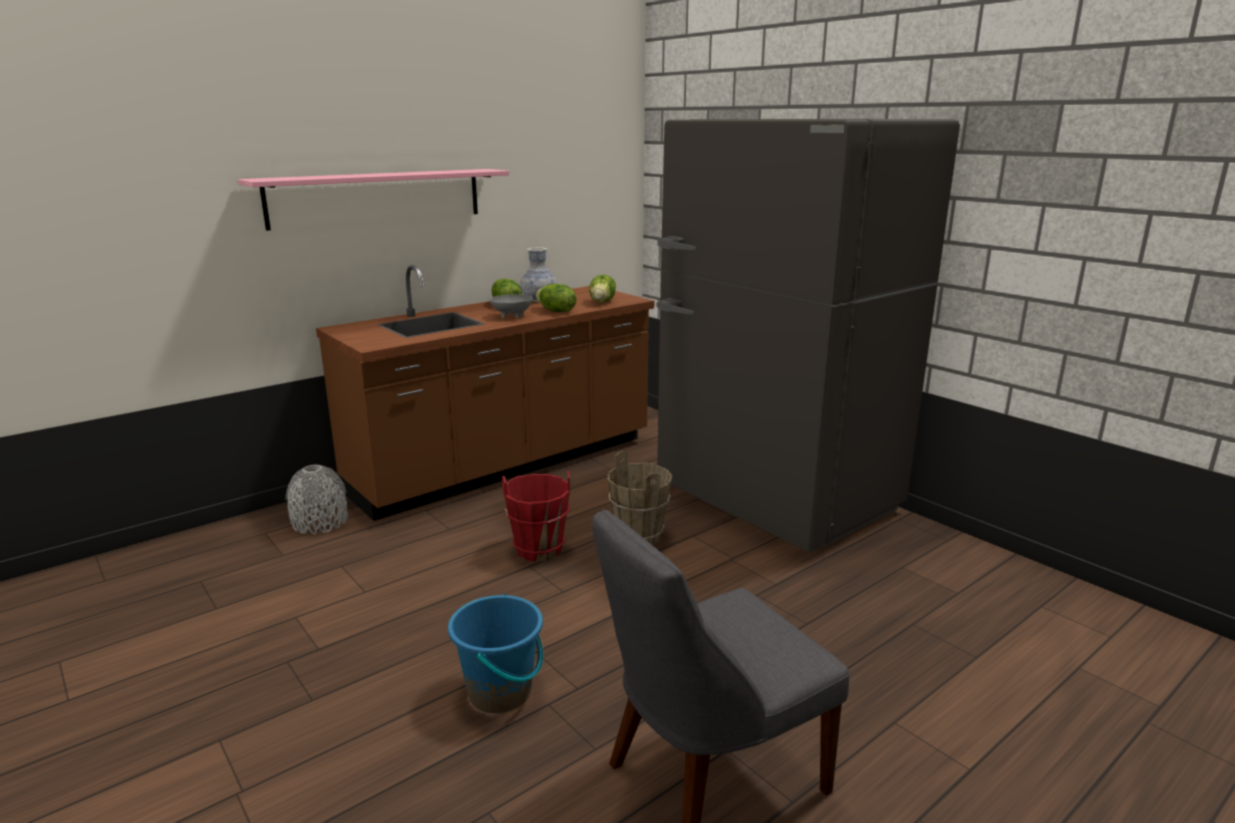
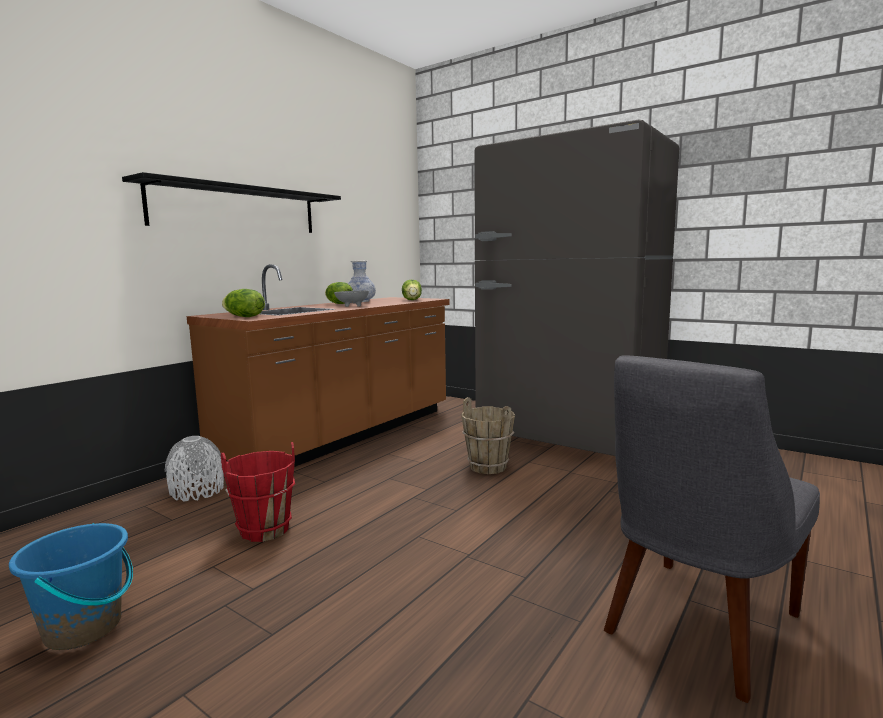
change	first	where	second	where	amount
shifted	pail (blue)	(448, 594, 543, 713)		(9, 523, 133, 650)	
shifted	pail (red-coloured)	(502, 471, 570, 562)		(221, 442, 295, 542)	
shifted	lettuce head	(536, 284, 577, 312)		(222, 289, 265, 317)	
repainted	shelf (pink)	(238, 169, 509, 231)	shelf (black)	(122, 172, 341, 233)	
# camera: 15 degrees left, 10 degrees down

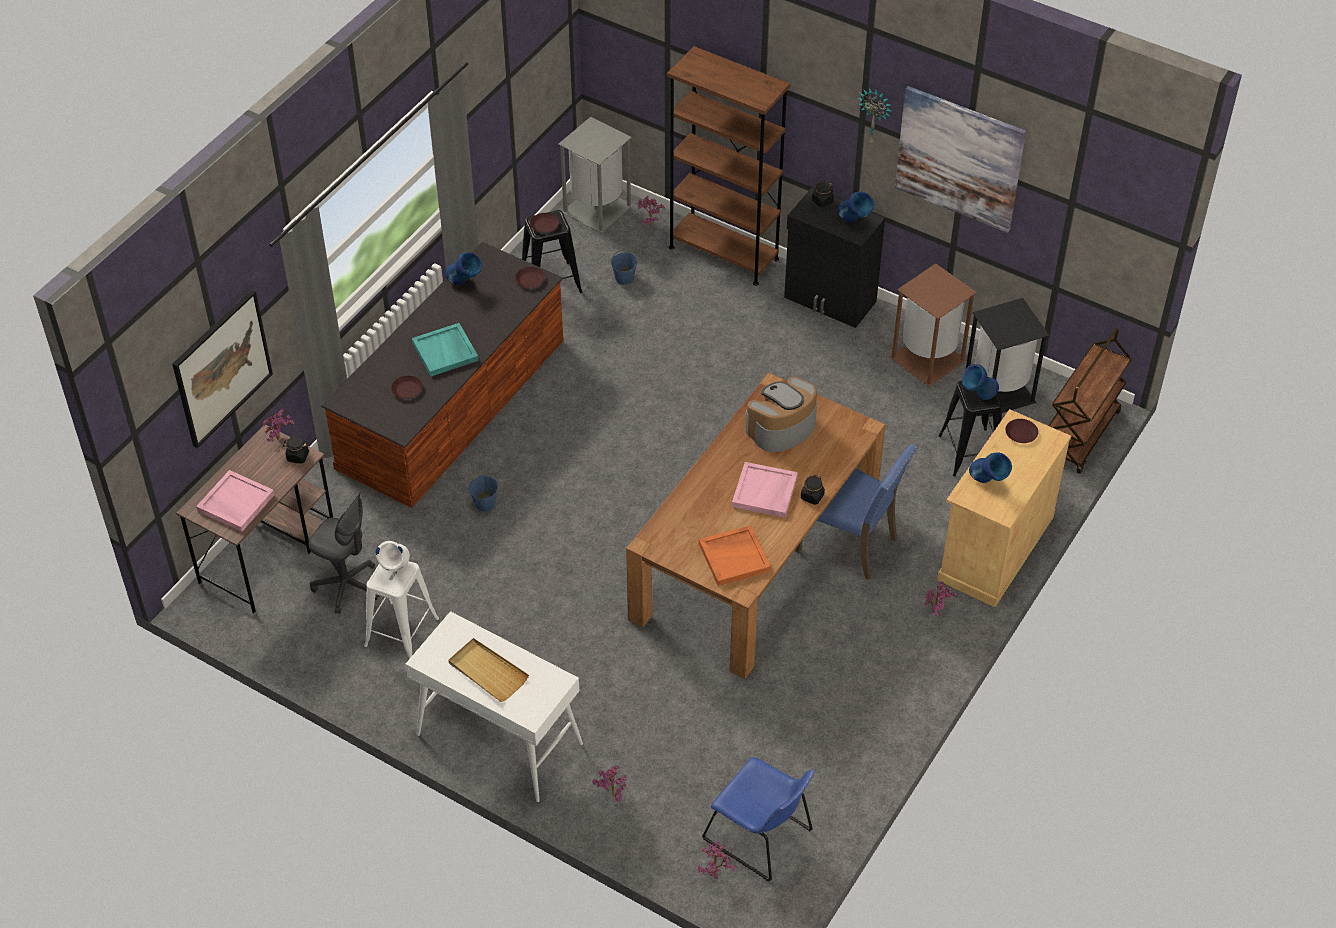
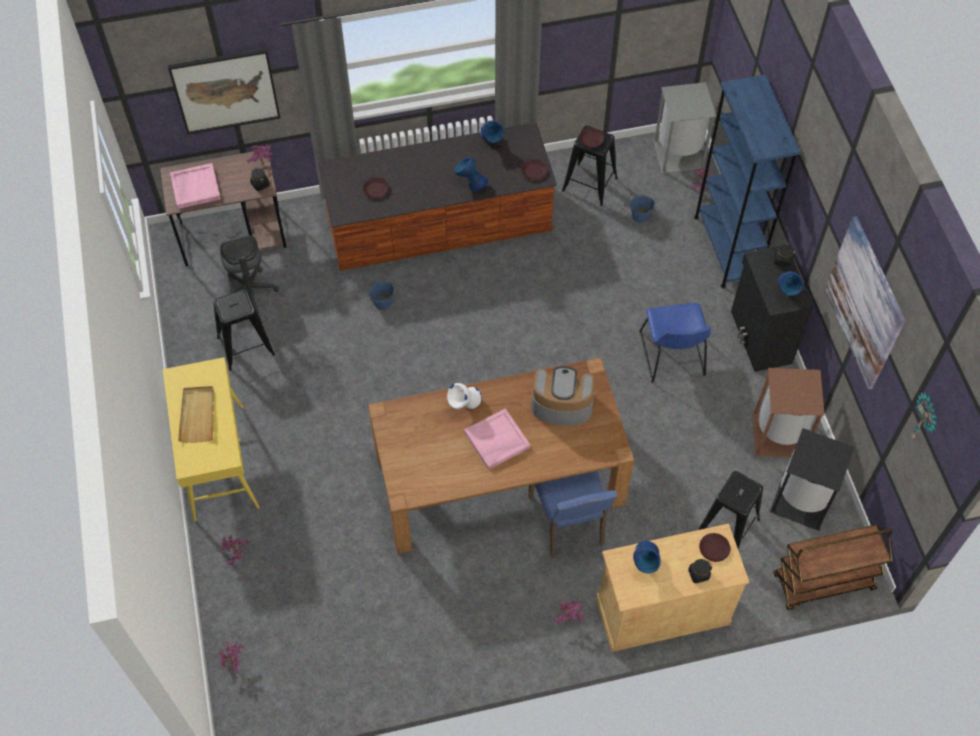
change	first	where	second	where	amount
gone	serving tray (turquoise)	(412, 323, 479, 376)			
gone	serving tray (orange)	(699, 525, 771, 586)			
shifted	vase (white)	(375, 541, 410, 571)		(447, 383, 482, 409)	
shifted	chair (blue)	(702, 757, 814, 882)		(640, 303, 711, 383)	
shifted	storage jar (black)	(801, 475, 825, 505)		(688, 559, 712, 583)	
shifted	wall clock	(858, 88, 893, 144)		(911, 392, 937, 438)	
shifted	vase (blue)	(962, 364, 999, 400)		(454, 157, 488, 191)	
repainted	stool (white)	(364, 561, 439, 659)	stool (black)	(213, 289, 275, 371)	
repainted	hall table (white)	(405, 611, 583, 802)	hall table (yellowish)	(163, 357, 260, 522)	
repainted	bookshelf (brownish)	(667, 46, 790, 286)	bookshelf (blue)	(694, 74, 801, 288)	
# camera: 45 degrees right, 10 degrees up

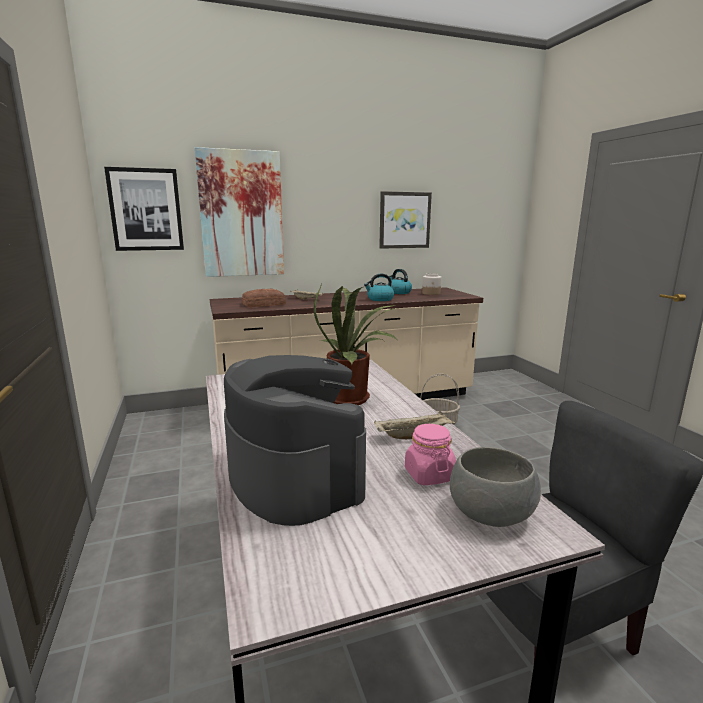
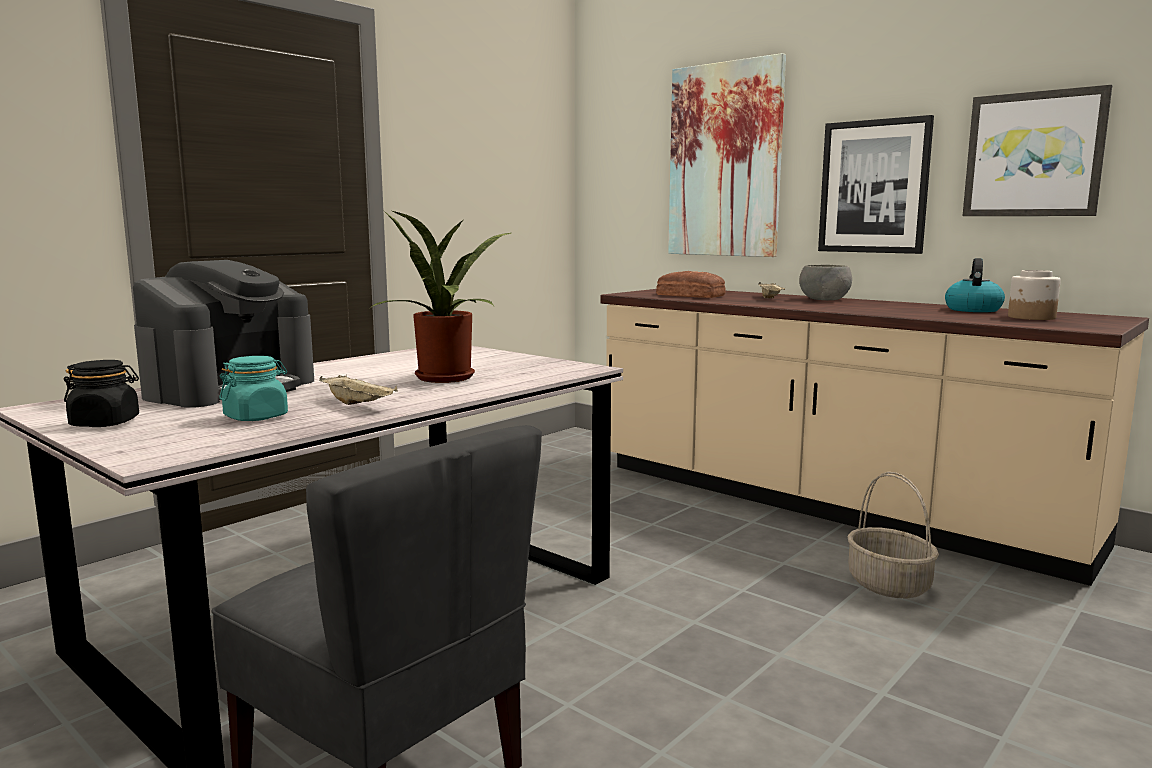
change	first	where	second	where	amount
gone	tea kettle	(364, 274, 394, 301)			
new			storage jar (black)	(64, 360, 139, 427)	
shifted	wall picture	(104, 167, 184, 251)		(818, 115, 934, 254)	
shifted	serving bowl (greyish)	(450, 447, 541, 527)		(799, 265, 852, 300)	
repainted	storage jar (pink)	(405, 424, 456, 485)	storage jar (turquoise)	(219, 356, 288, 421)	
# camera: 60 degrees right, 5 degrees down

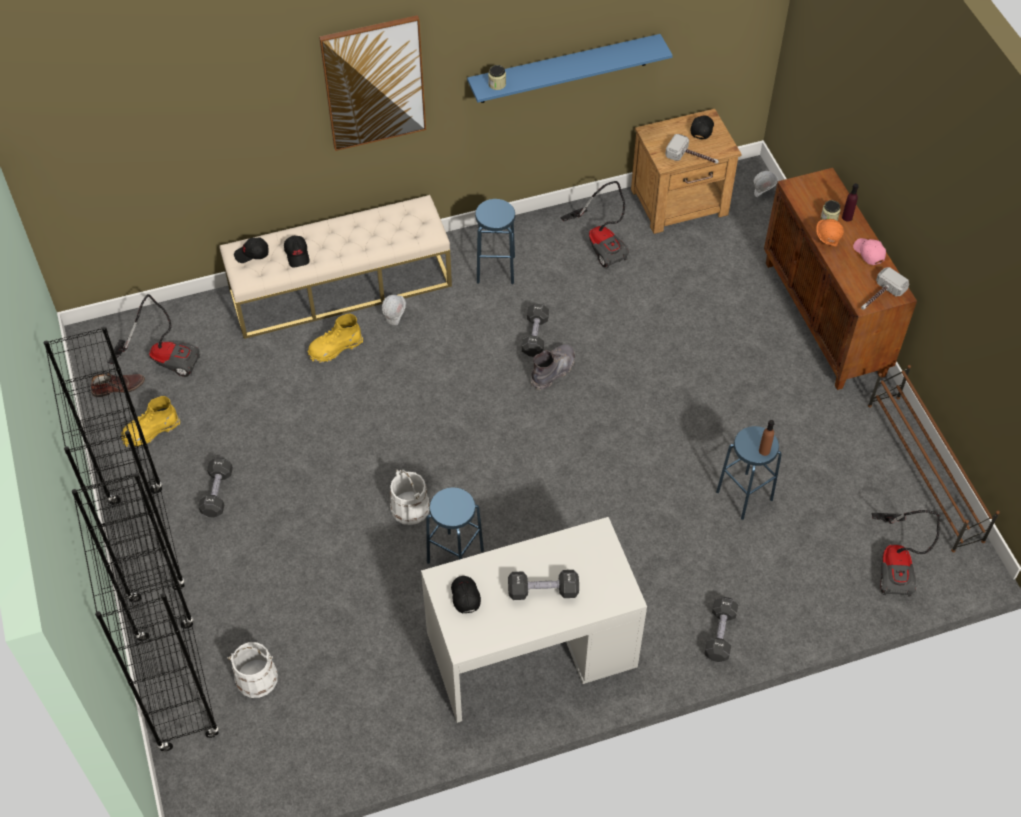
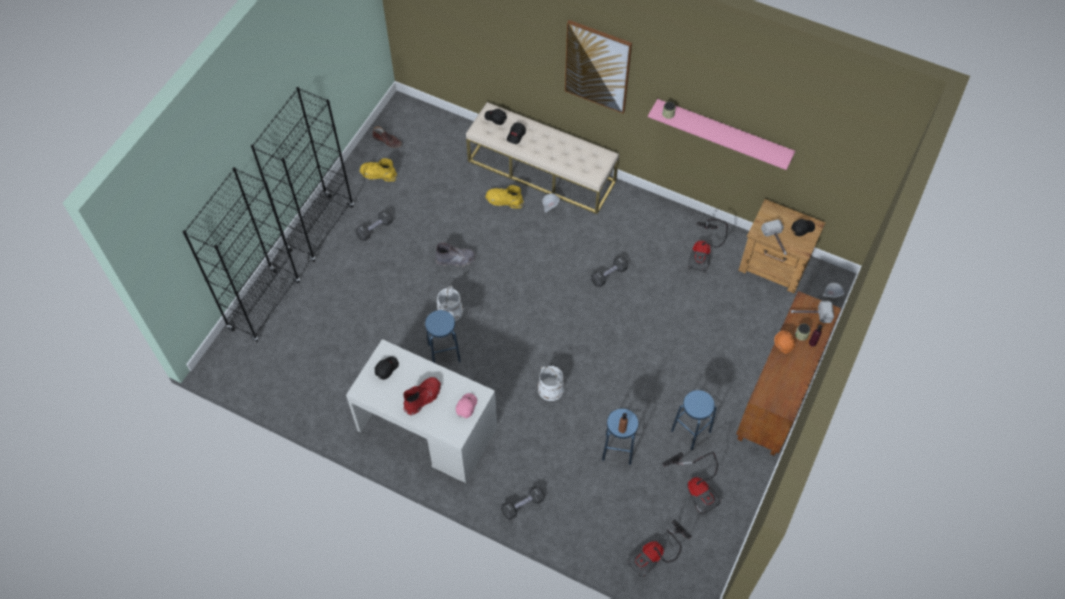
change	first	where	second	where	amount
gone	shoe shelf (brownish)	(868, 365, 1000, 552)			
shifted	vacuum	(108, 294, 200, 377)		(662, 452, 721, 514)	
shifted	pail (white)	(227, 642, 278, 698)		(538, 366, 564, 401)	
shifted	stool (blue)	(475, 199, 515, 284)		(671, 390, 717, 450)	
shifted	high-top boot (greyish)	(530, 344, 575, 391)		(436, 242, 476, 267)	
shifted	cap (pink)	(853, 238, 886, 265)		(456, 393, 477, 418)	
shifted	hammer	(861, 267, 909, 310)		(791, 301, 834, 323)	
swapped	free weight (black)	(508, 570, 579, 600)	high-top boot (red-coloured)	(403, 377, 441, 415)	
repainted	shelf (blue)	(467, 34, 673, 103)	shelf (pink)	(648, 99, 795, 170)	
# camera: 45 degrees right, 5 degrees up

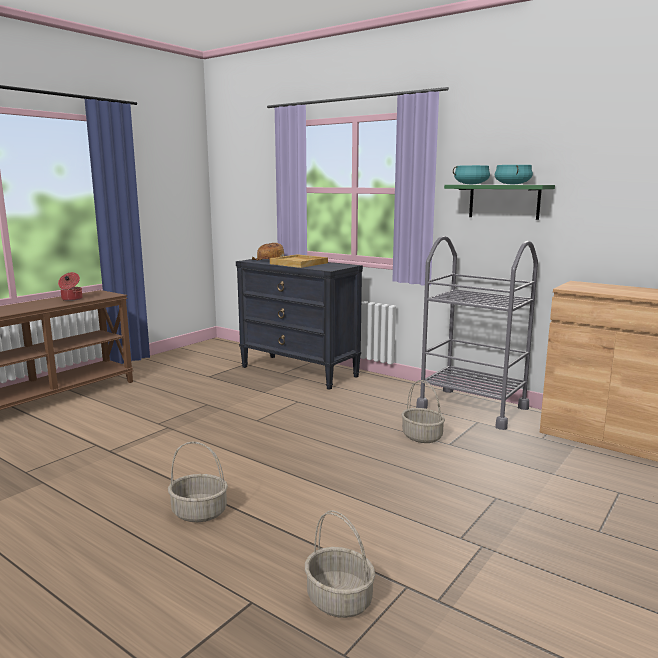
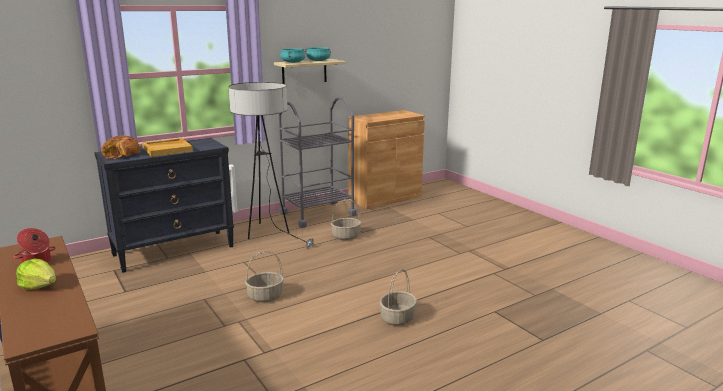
change	first	where	second	where	amount
new			lettuce head	(16, 258, 56, 290)	
new			standing lamp	(228, 82, 314, 248)	
shifted	household basket	(305, 510, 376, 618)		(245, 251, 284, 302)	
repainted	shelf (green)	(444, 185, 555, 220)	shelf (beige)	(274, 59, 346, 84)	
# camera: 70 degrees left, 5 degrees up

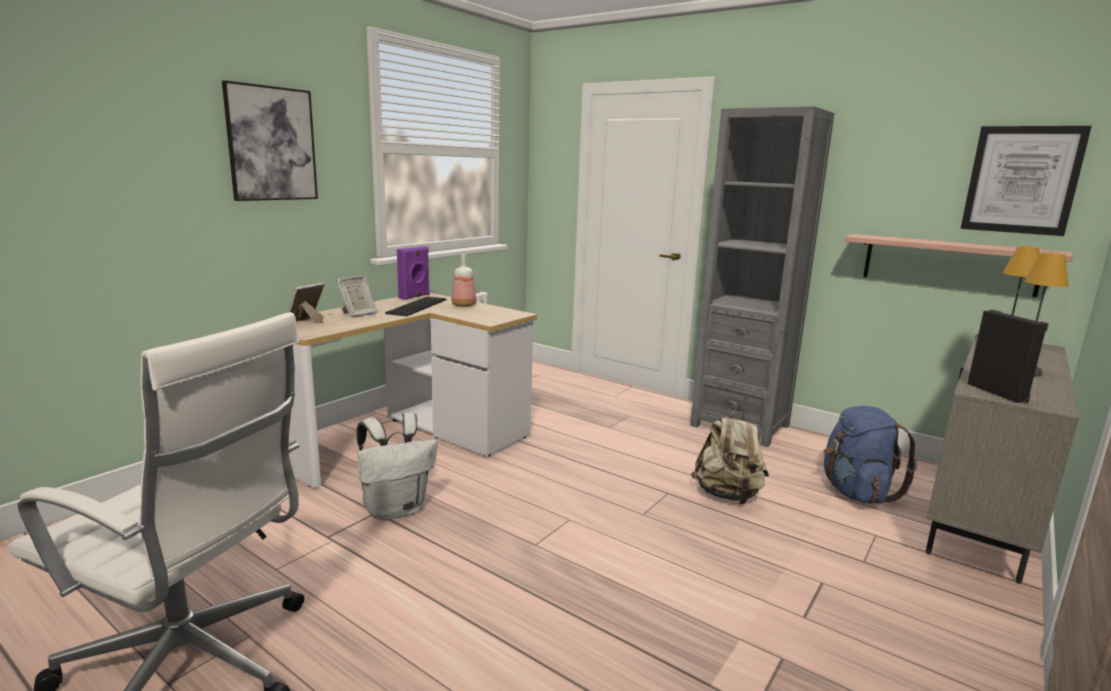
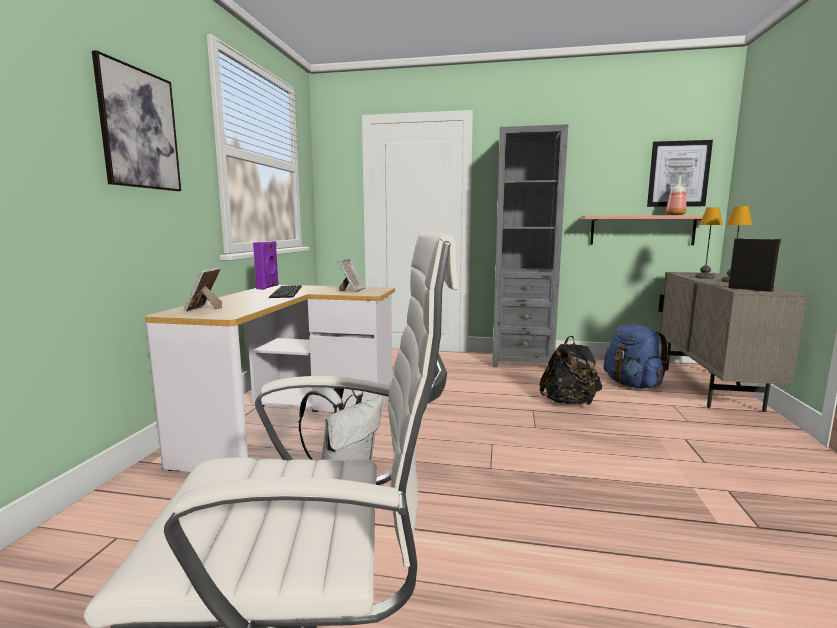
change	first	where	second	where	amount
shifted	standing frame	(336, 276, 377, 318)		(338, 258, 366, 292)	
shifted	drink bottle	(451, 254, 476, 307)		(666, 176, 687, 215)	
repainted	rucksack (beige)	(691, 409, 769, 504)	rucksack (black)	(539, 336, 602, 405)	
# camera: 25 degrees left, 5 degrees down

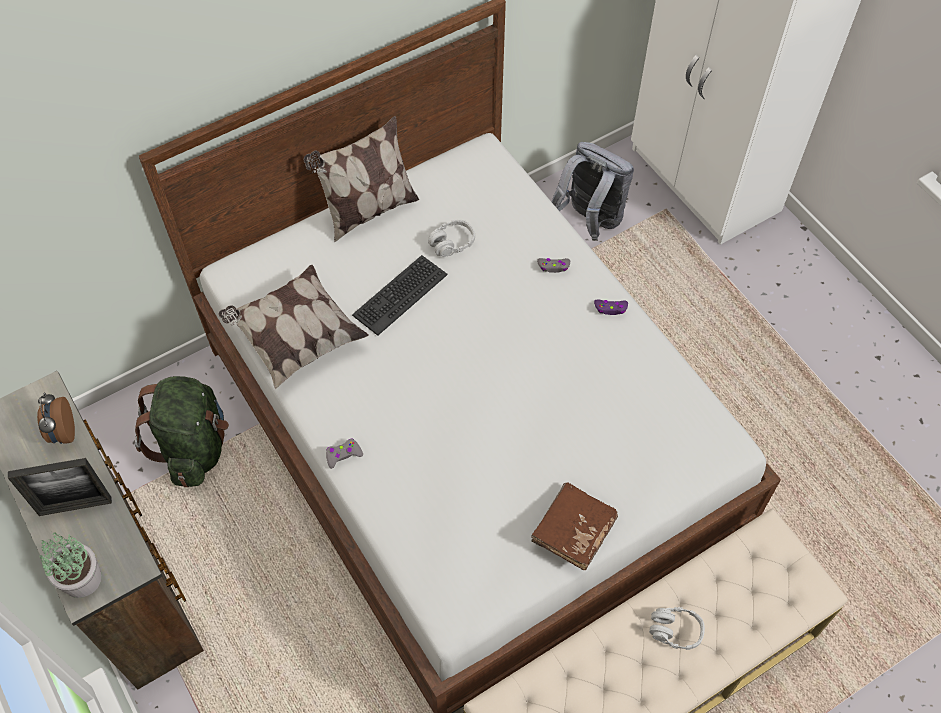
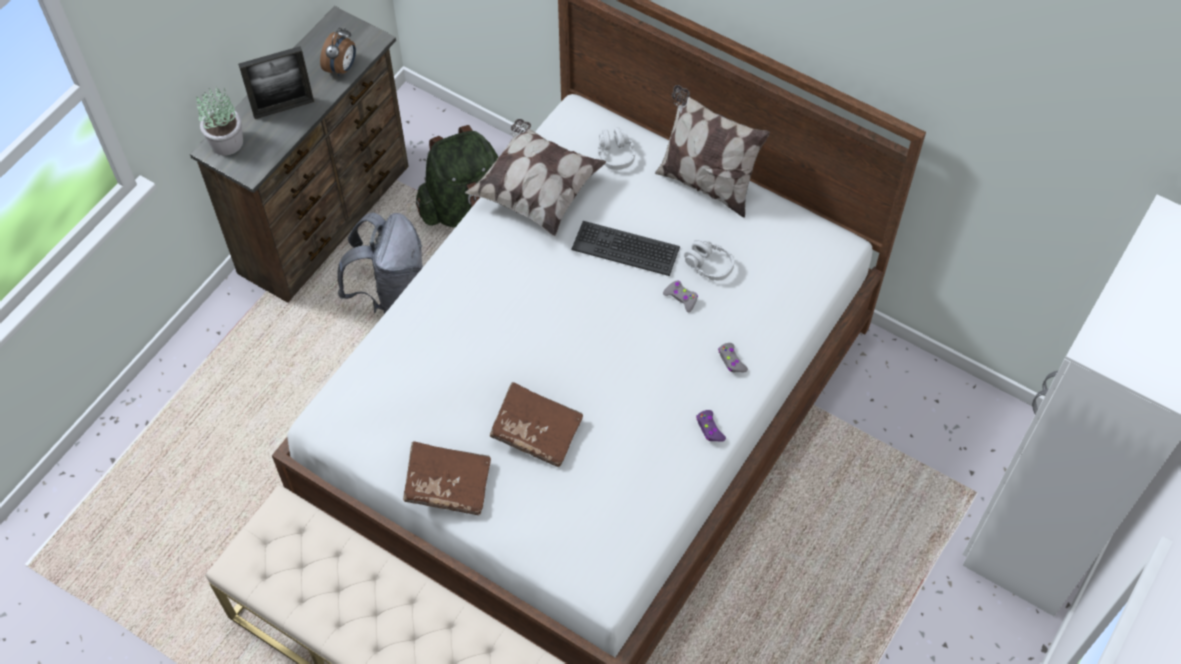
change	first	where	second	where	amount
new			book (brownish)	(490, 382, 583, 467)	
shifted	joypad (greyish)	(326, 439, 363, 469)		(663, 280, 698, 312)	
shifted	rucksack (greyish)	(552, 142, 634, 241)		(337, 212, 423, 314)	
shifted	headphones (greyish)	(649, 607, 705, 650)		(598, 127, 635, 170)	
rotated	standing frame	(8, 458, 112, 516)		(238, 46, 314, 119)	75 degrees counterclockwise
rotated	alarm clock	(37, 393, 75, 444)		(320, 27, 356, 77)	150 degrees clockwise
# camera: 65 degrees right, 0 degrees up

